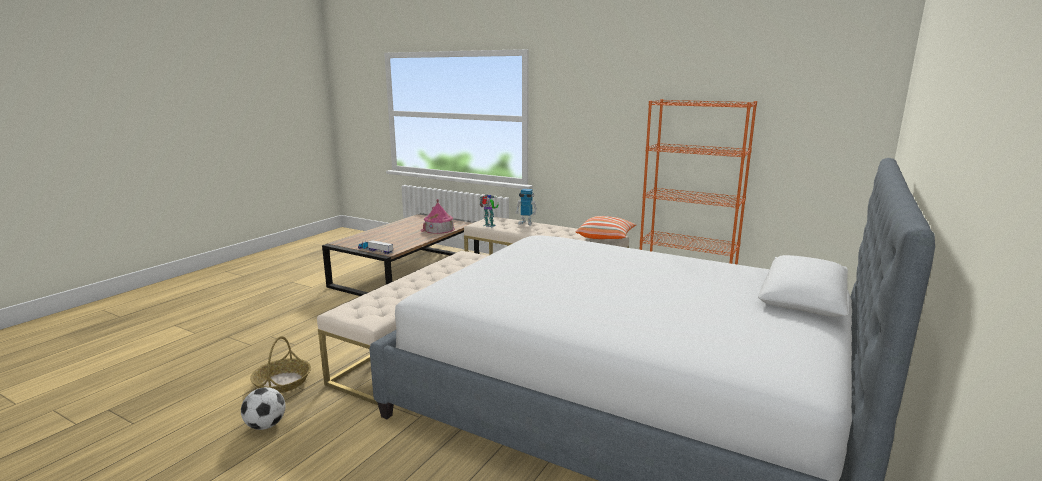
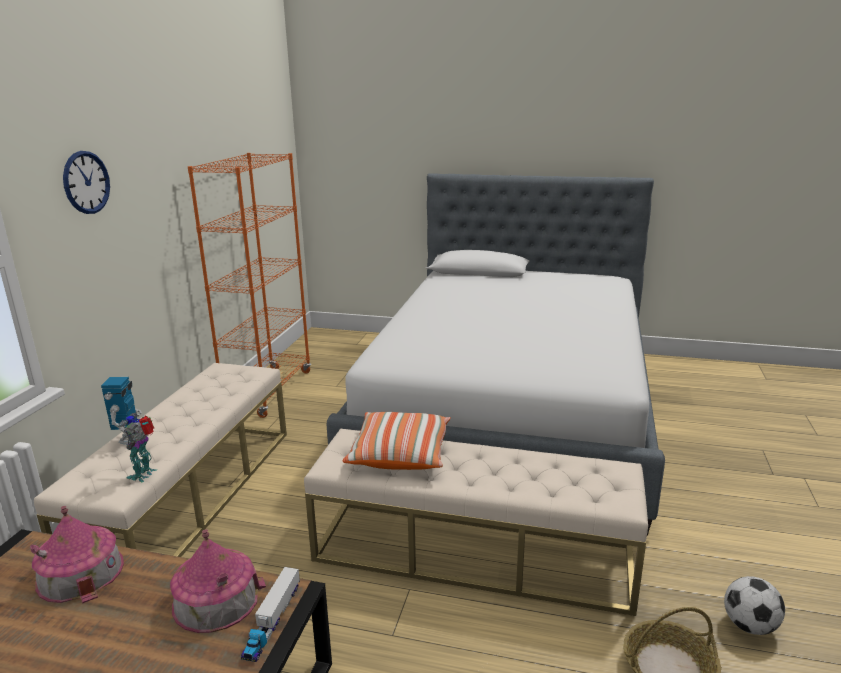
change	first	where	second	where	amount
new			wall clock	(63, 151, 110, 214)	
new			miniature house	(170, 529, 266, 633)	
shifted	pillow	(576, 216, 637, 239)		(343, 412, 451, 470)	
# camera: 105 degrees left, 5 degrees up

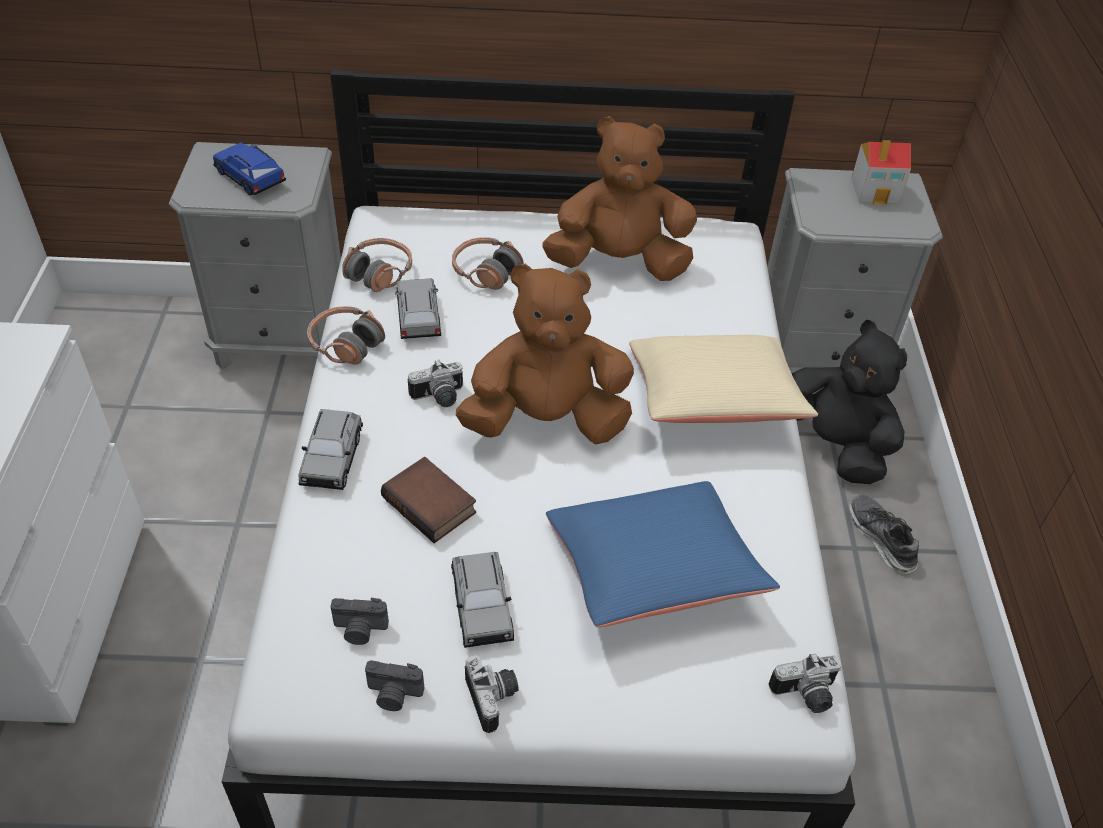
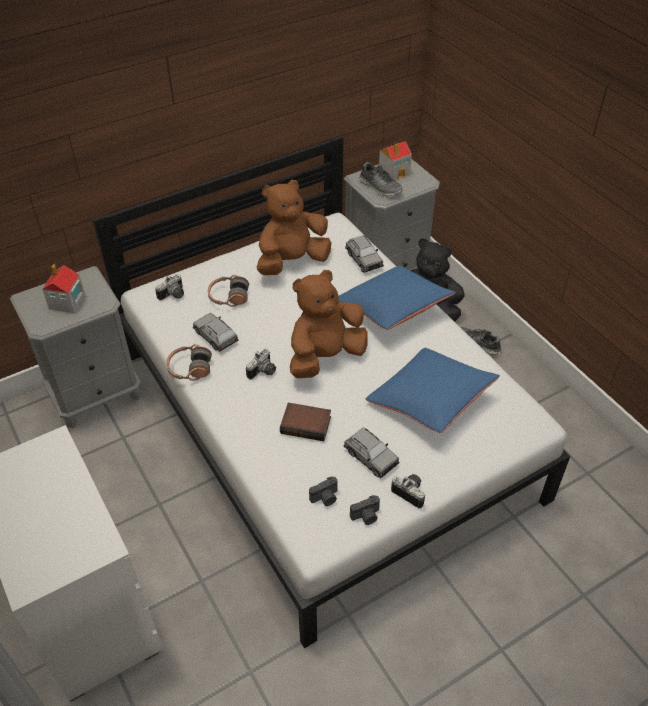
change	first	where	second	where	amount
gone	headphones	(342, 238, 412, 292)			
new			low shoe	(358, 162, 403, 197)	
shifted	toy car (greyish)	(298, 409, 363, 490)		(345, 235, 384, 273)	
shifted	photo camera	(769, 653, 842, 713)		(155, 274, 184, 300)	
swapped	toy car (blue)	(213, 142, 286, 196)	miniature house	(42, 264, 85, 313)	
repainted	pillow (beige)	(629, 335, 818, 423)	pillow (blue)	(338, 266, 455, 330)	
# camera: 30 degrees left, 0 degrees up

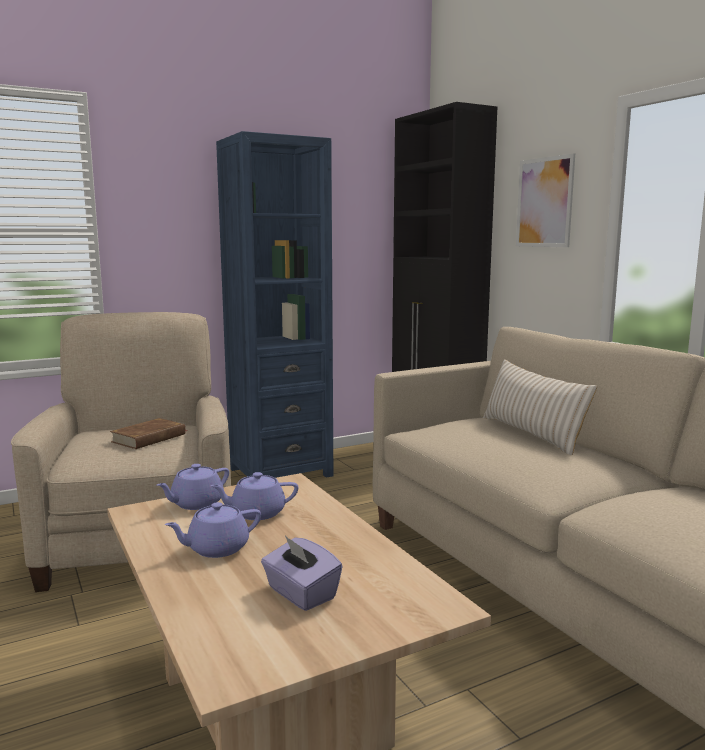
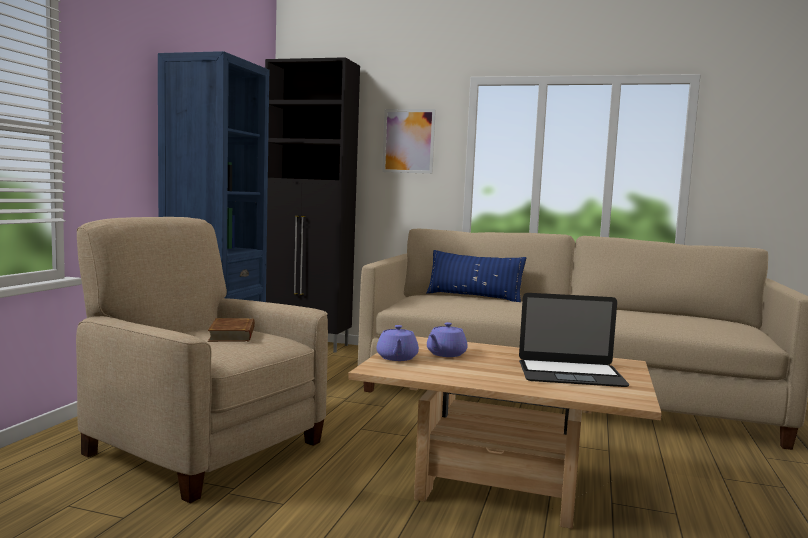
change	first	where	second	where	amount
gone	teapot (purple-coloured)	(165, 502, 261, 558)			
swapped	box of tissues (purple-coloured)	(261, 535, 343, 611)	notebook computer	(519, 293, 629, 387)	
repainted	pillow (beige)	(483, 359, 597, 455)	pillow (blue)	(426, 250, 526, 302)	
# camera: 45 degrees left, 5 degrees down

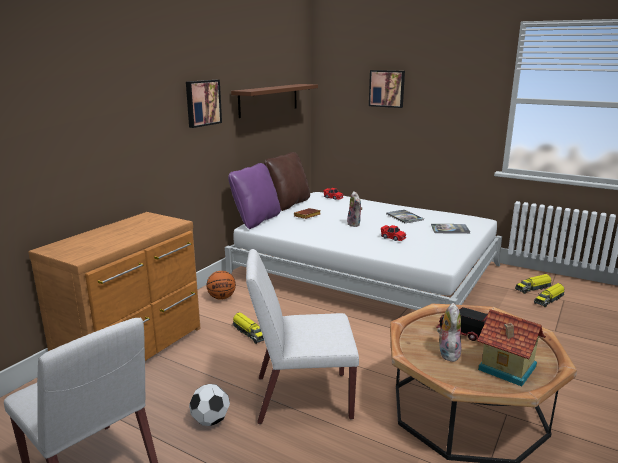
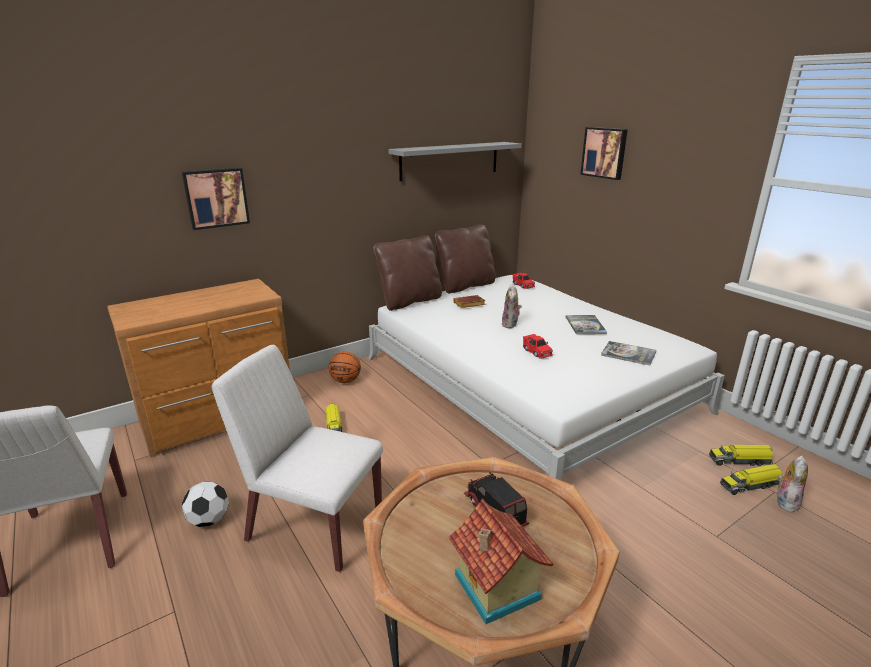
change	first	where	second	where	amount
shifted	wall picture	(186, 80, 222, 128)		(182, 168, 250, 230)	
shifted	cuddly toy	(437, 303, 461, 362)		(777, 456, 808, 512)	
repainted	pillow (purple-coloured)	(228, 163, 281, 229)	pillow (brownish)	(373, 235, 442, 311)	
repainted	shelf (brownish)	(231, 84, 318, 118)	shelf (greyish)	(388, 142, 522, 181)	
# camera: 25 degrees right, 5 degrees up

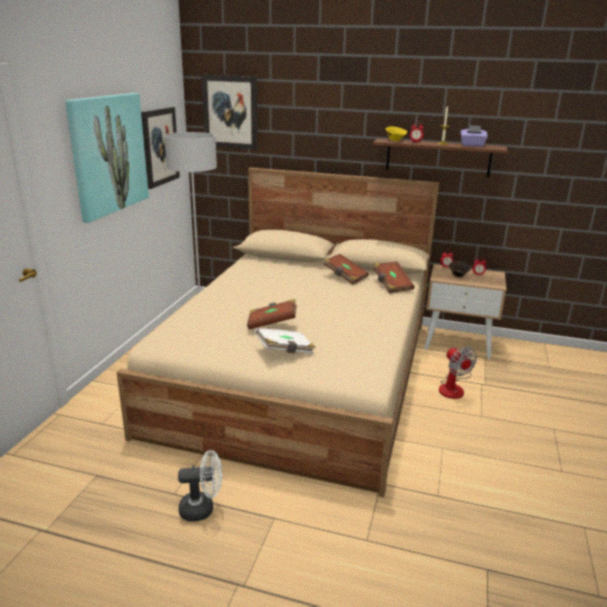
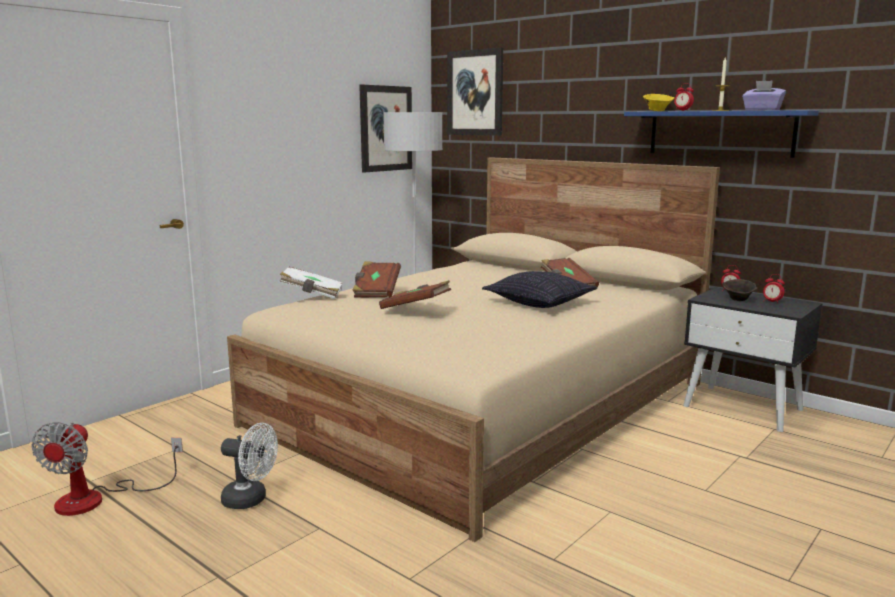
change	first	where	second	where	amount
gone	wall picture	(65, 93, 149, 223)			
new			pillow	(482, 271, 598, 308)	
shifted	book (white)	(255, 327, 315, 354)		(279, 267, 343, 299)	
shifted	book (brownish)	(373, 261, 414, 293)		(352, 261, 401, 298)	
shifted	cooling fan	(439, 346, 477, 399)		(31, 422, 183, 516)	
repainted	shelf (brownish)	(373, 138, 508, 177)	shelf (blue)	(624, 110, 819, 158)	
repainted	nightstand (beige)	(424, 264, 507, 359)	nightstand (black)	(683, 287, 823, 432)	
# camera: 25 degrees right, 10 degrees down

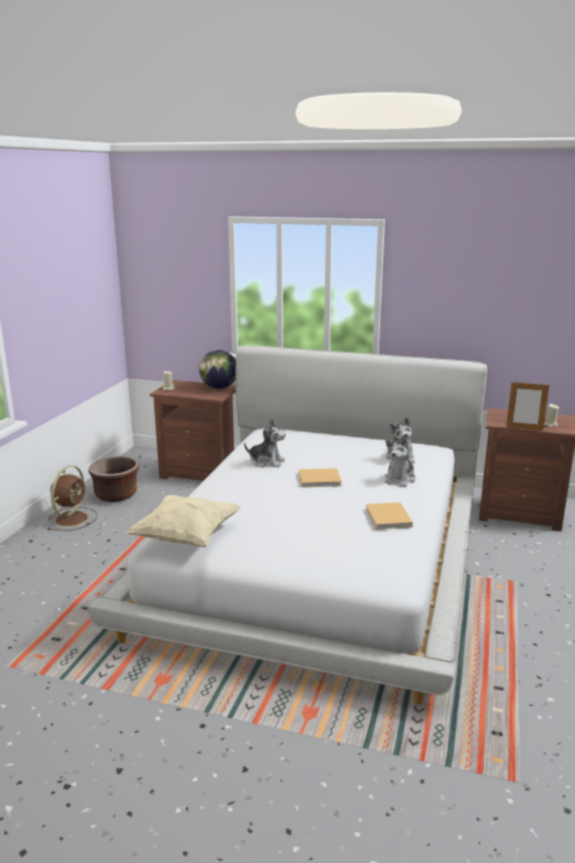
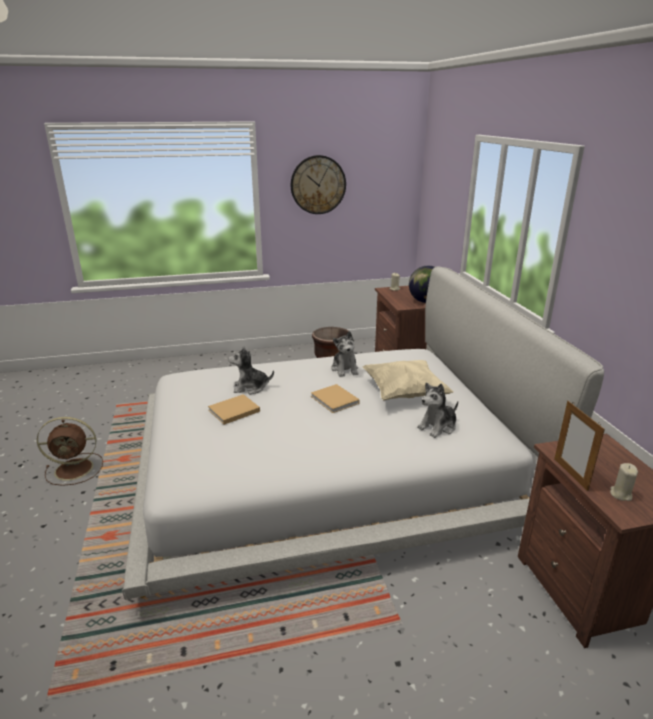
change	first	where	second	where	amount
new			wall clock	(291, 155, 346, 214)	
shifted	cooling fan (brownish)	(48, 466, 98, 531)		(37, 417, 103, 486)	
shifted	pillow (beige)	(125, 495, 242, 547)		(362, 360, 454, 400)	
shifted	book (beige)	(365, 502, 413, 530)		(208, 394, 260, 425)	
shifted	cuddly toy	(385, 436, 416, 487)		(228, 346, 274, 395)	
# camera: 60 degrees right, 5 degrees up

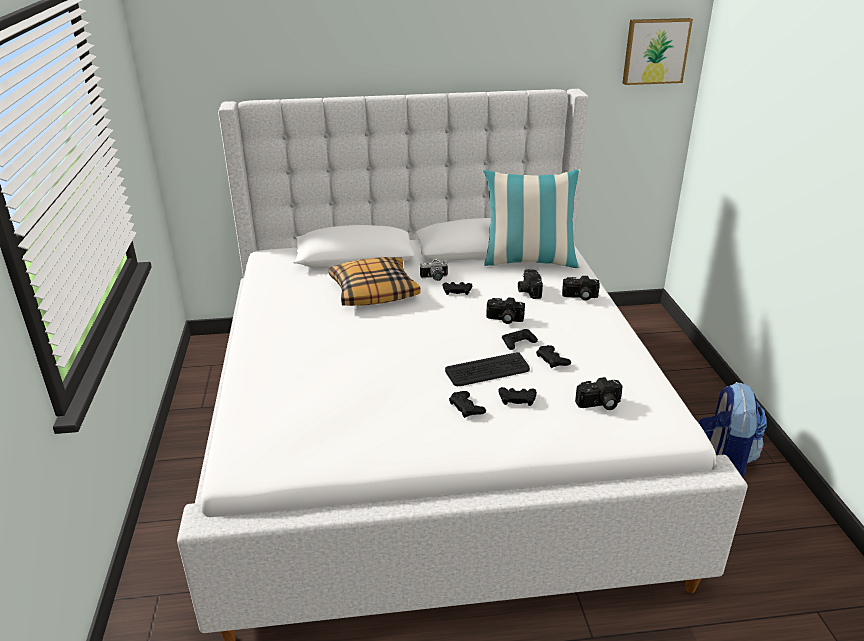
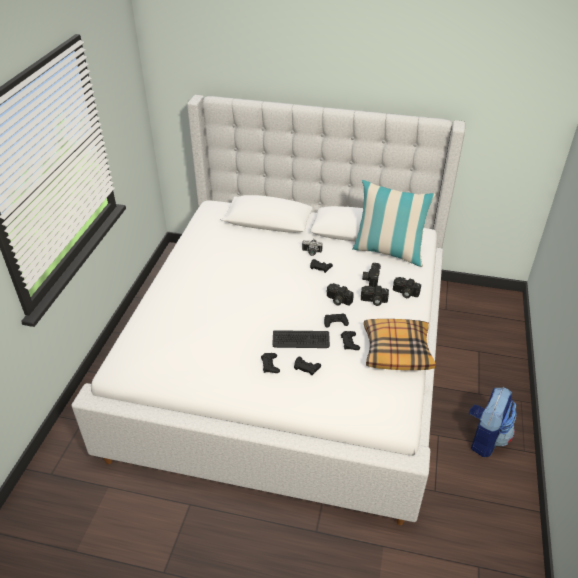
change	first	where	second	where	amount
gone	wall picture	(622, 18, 693, 85)			
shifted	pillow	(328, 257, 421, 306)		(364, 319, 436, 370)	
shifted	photo camera	(575, 377, 623, 410)		(361, 285, 389, 306)	
# camera: 20 degrees right, 10 degrees up

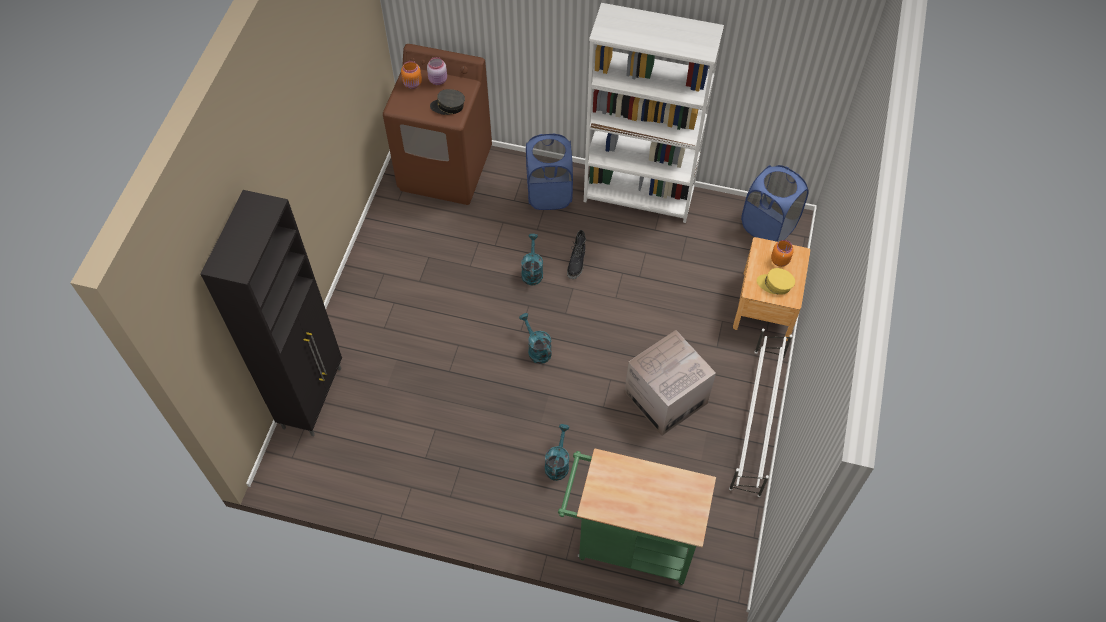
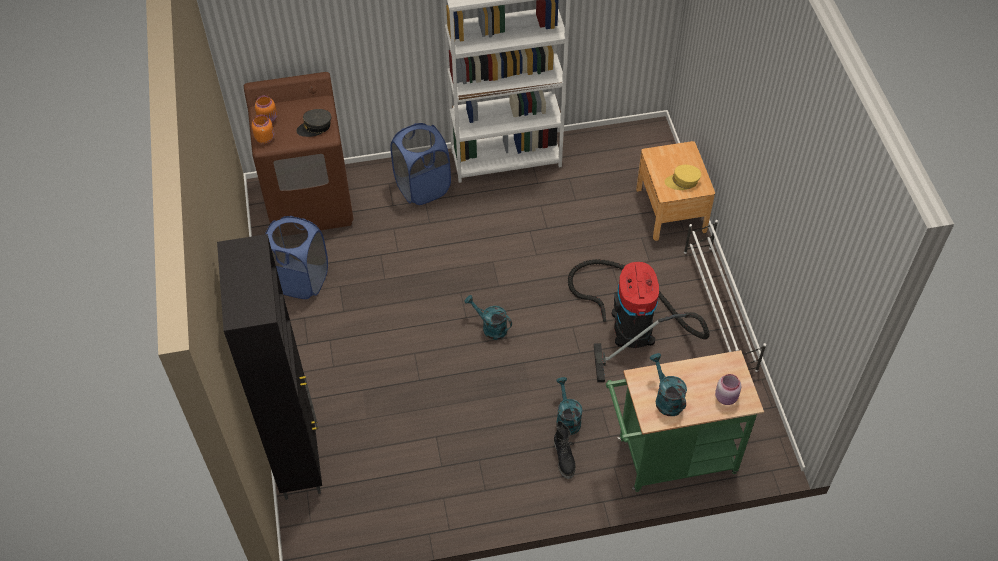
change	first	where	second	where	amount
shifted	storage jar (pink)	(427, 57, 447, 85)		(715, 374, 741, 405)	
shifted	sprinkling can (turquoise)	(521, 234, 543, 285)		(650, 353, 687, 416)	
shifted	high-top boot (black)	(567, 230, 586, 279)		(554, 421, 576, 479)	
shifted	washing basket (blue)	(741, 165, 809, 242)		(265, 216, 328, 299)	
shifted	storage jar (orange)	(771, 240, 794, 267)		(252, 115, 274, 144)	
swapped	carton	(625, 330, 716, 436)	vacuum	(568, 259, 709, 382)	
# camera: 25 degrees left, 5 degrees down

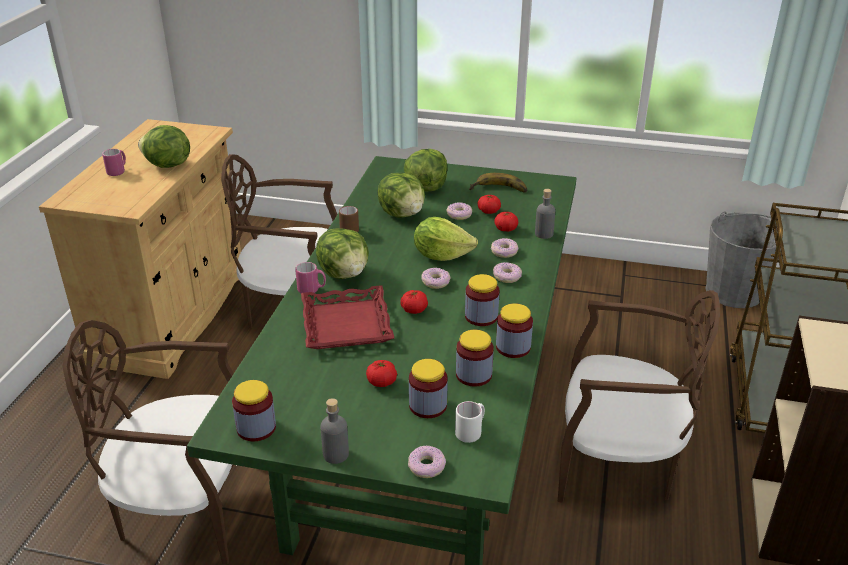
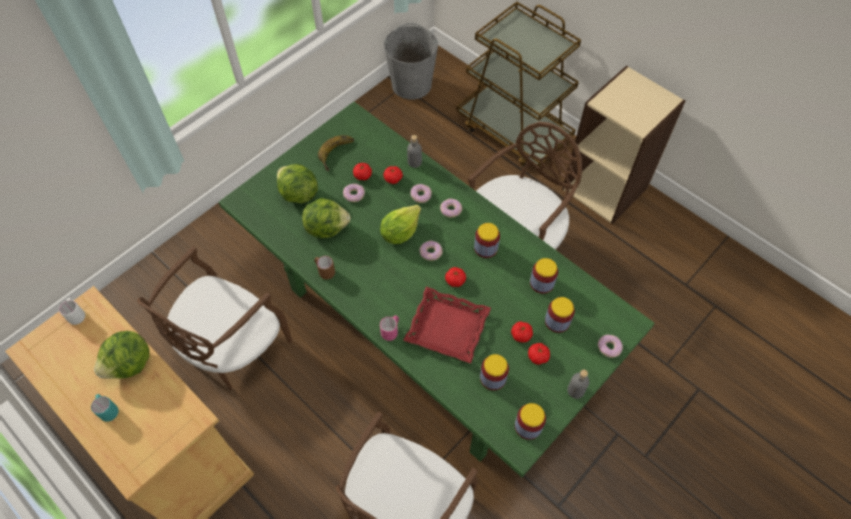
change	first	where	second	where	amount
gone	lettuce head	(316, 228, 369, 279)			
new			fresh tomato	(528, 343, 550, 365)	
shifted	mug (white)	(455, 401, 485, 443)		(59, 298, 85, 325)	
shifted	storage jar	(496, 303, 533, 358)		(480, 354, 509, 390)	
repainted	mug (pink)	(102, 149, 126, 176)	mug (turquoise)	(91, 394, 119, 422)	
# camera: 60 degrees left, 25 degrees up

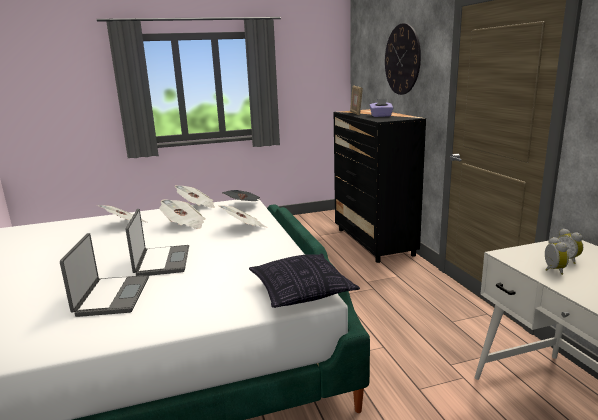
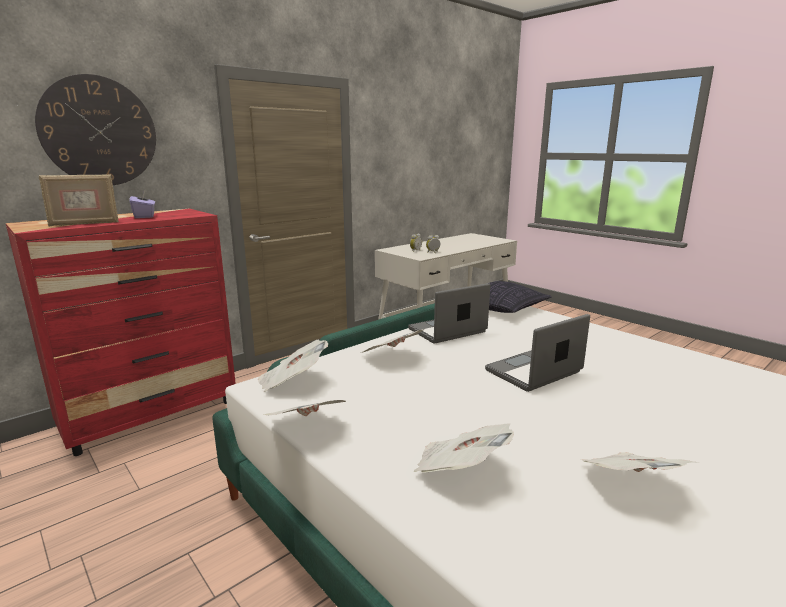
change	first	where	second	where	amount
shifted	notebook computer	(60, 233, 149, 317)		(408, 283, 490, 344)	
shifted	newspaper	(159, 199, 205, 229)		(583, 452, 700, 472)	
repainted	drawer chest (black)	(334, 109, 426, 263)	drawer chest (red-coloured)	(6, 209, 236, 456)	
# camera: 115 degrees left, 0 degrees up

